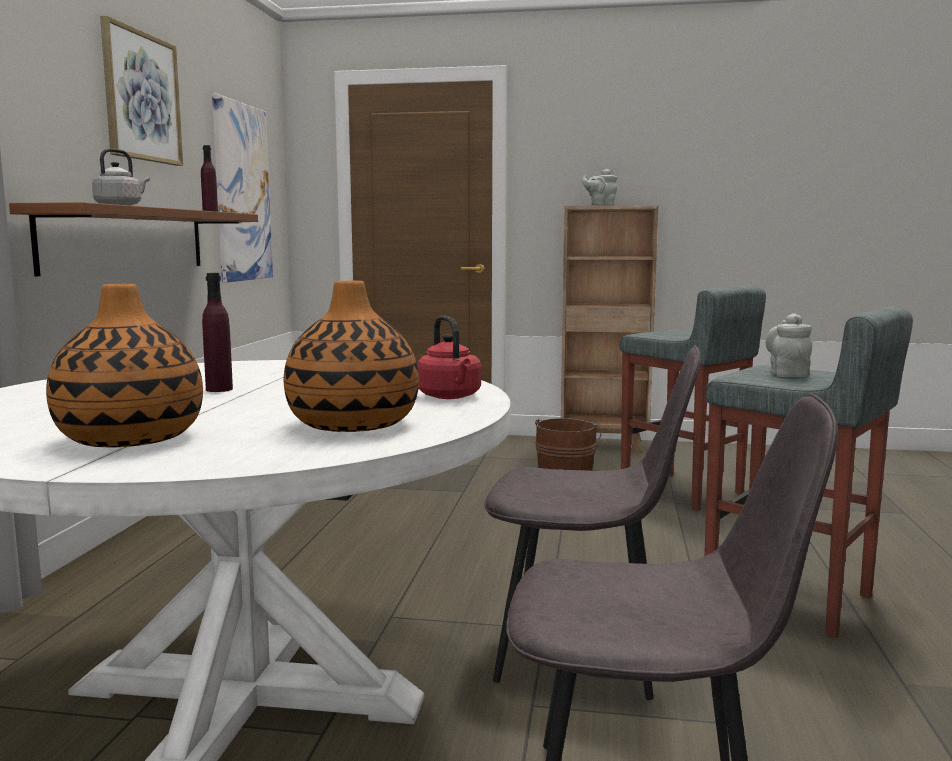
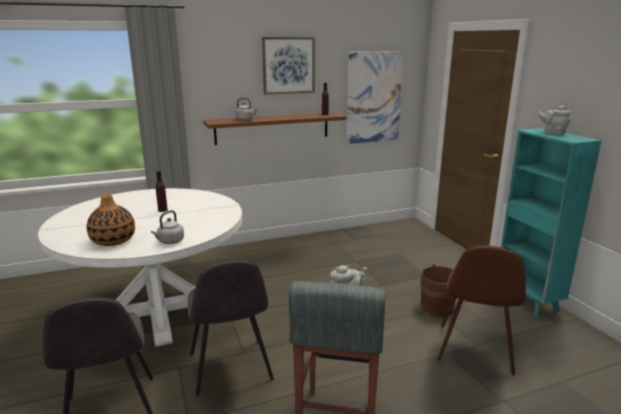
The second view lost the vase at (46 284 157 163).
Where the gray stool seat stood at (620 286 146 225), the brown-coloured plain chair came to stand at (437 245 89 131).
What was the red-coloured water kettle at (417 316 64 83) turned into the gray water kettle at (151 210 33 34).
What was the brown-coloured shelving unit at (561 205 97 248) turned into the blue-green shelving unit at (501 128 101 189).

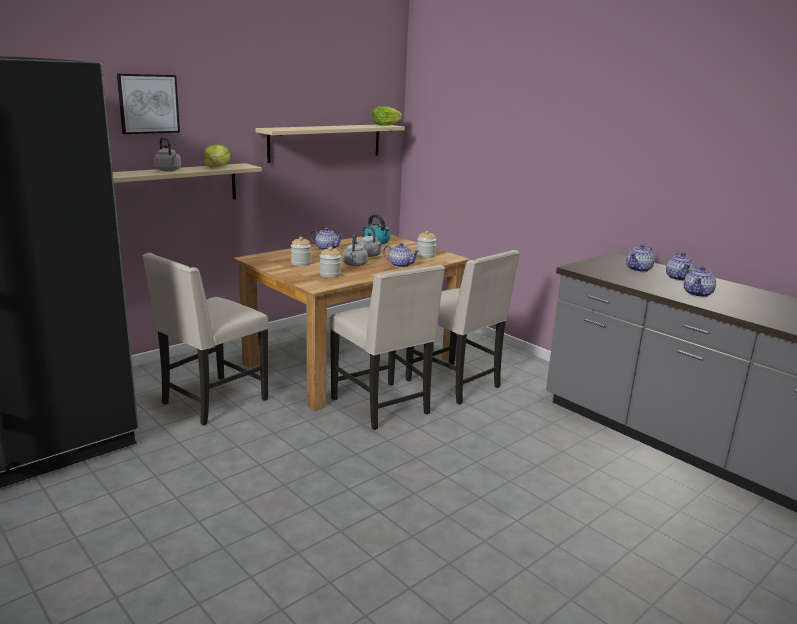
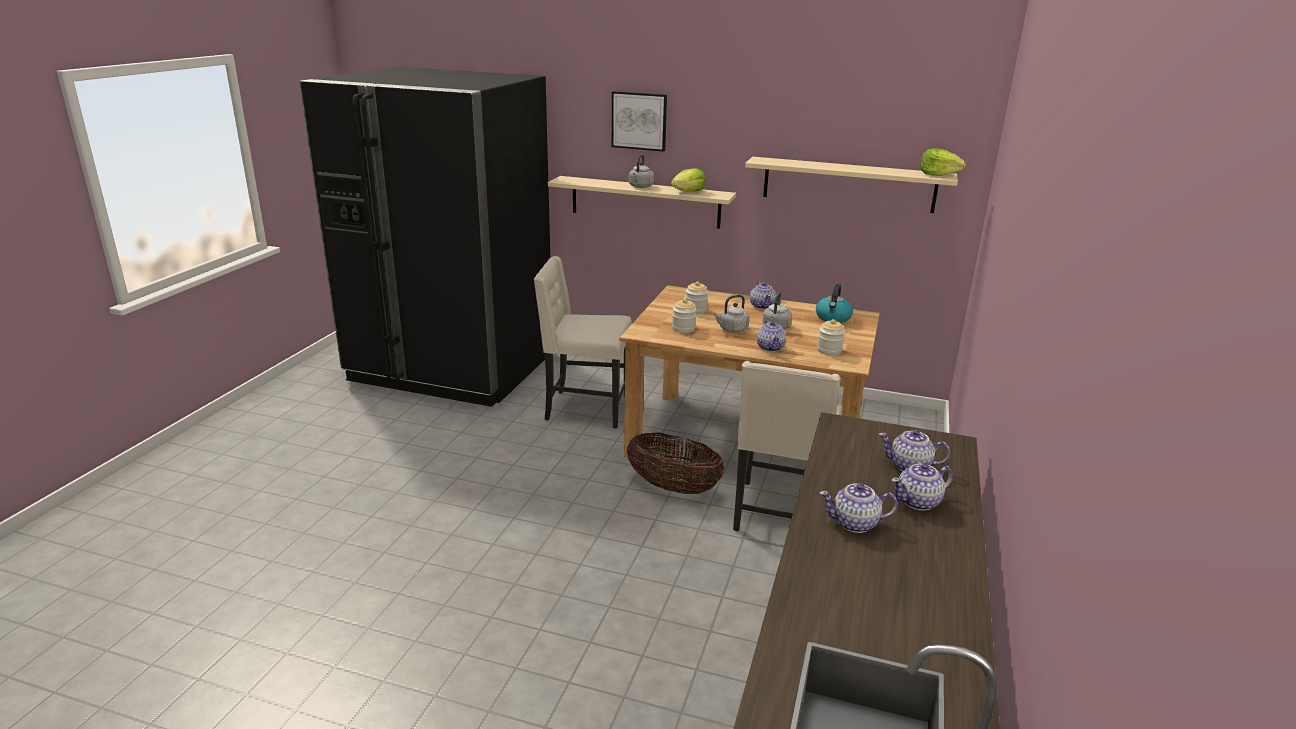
Where the beige plain chair stood at (329 265 116 165), the basket came to stand at (627 433 97 61).

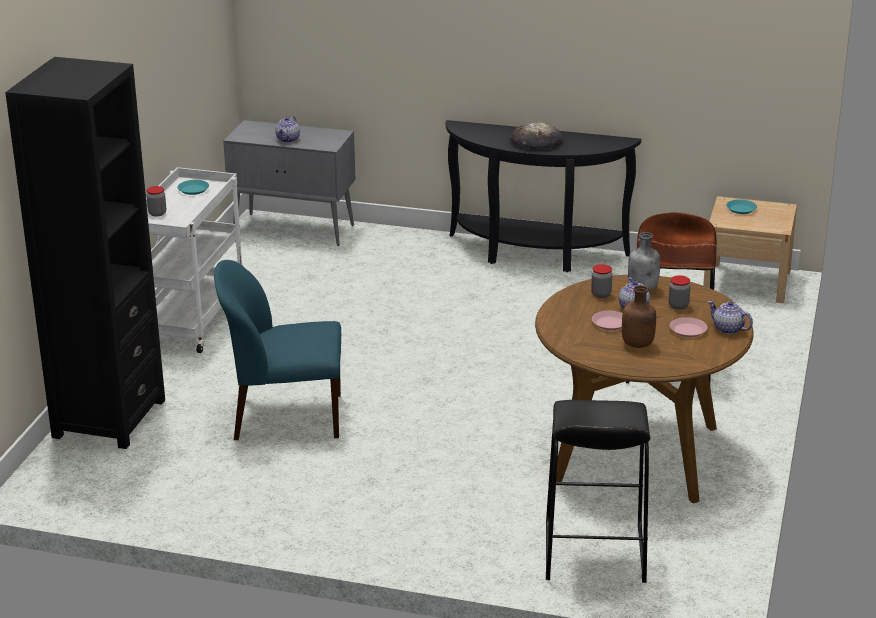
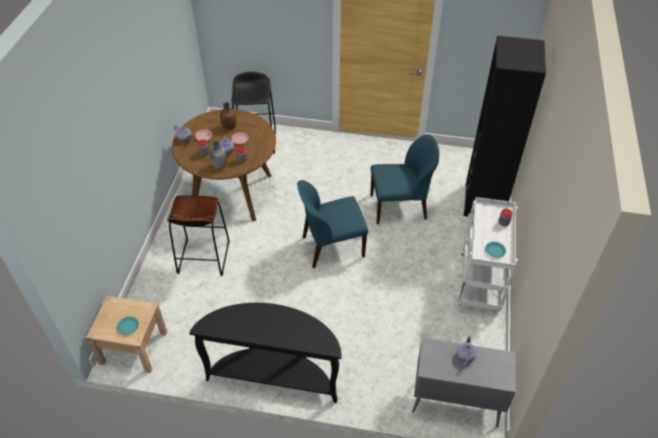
The second view lost the baked bread at (510 122 53 26).
The second view gained the bluish plain chair at (297 180 71 88).

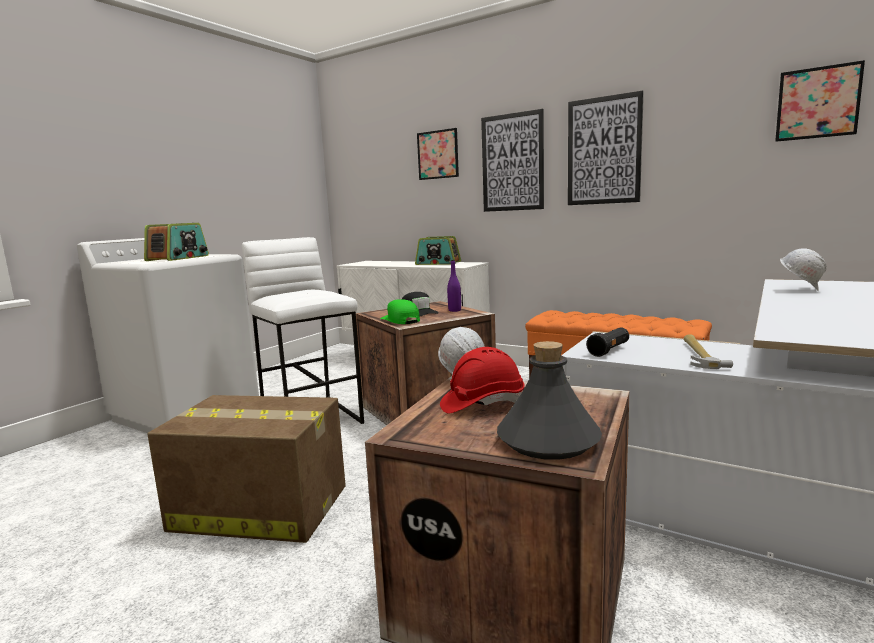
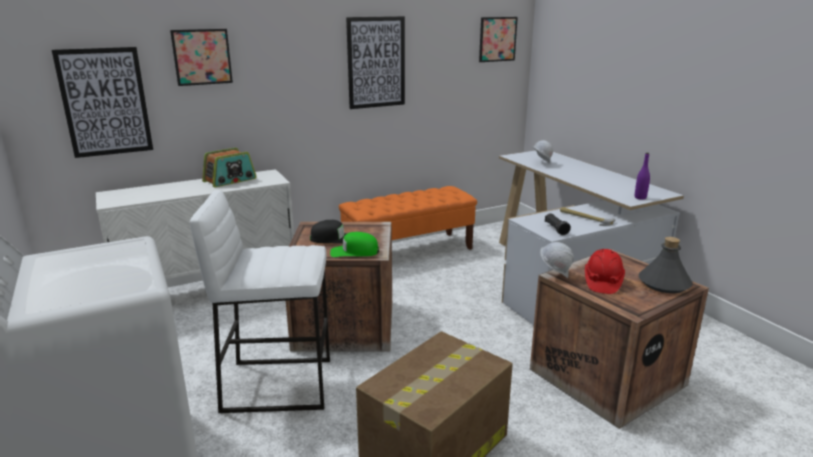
The second view lost the radio receiver at (144 223 65 38).
The purple bottle ended up elsewhere, having gone from (447 260 14 52) to (635 153 15 47).
The wall art ended up elsewhere, having gone from (481 109 63 103) to (52 47 101 111).

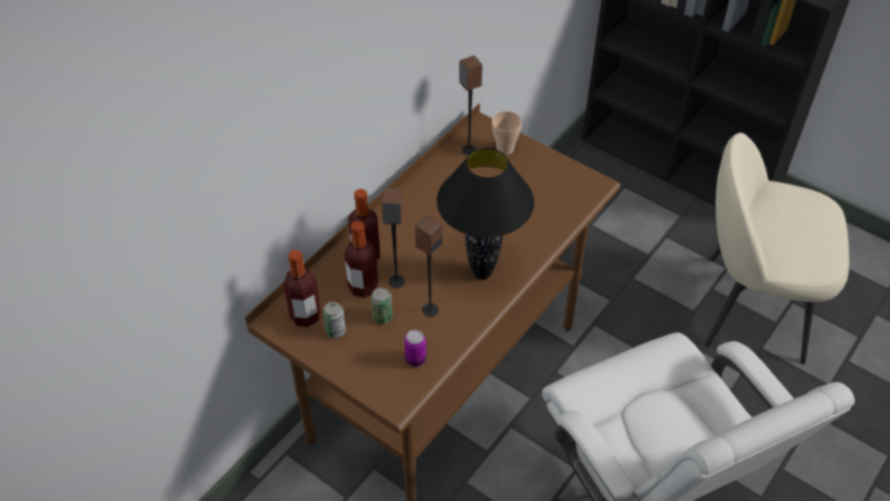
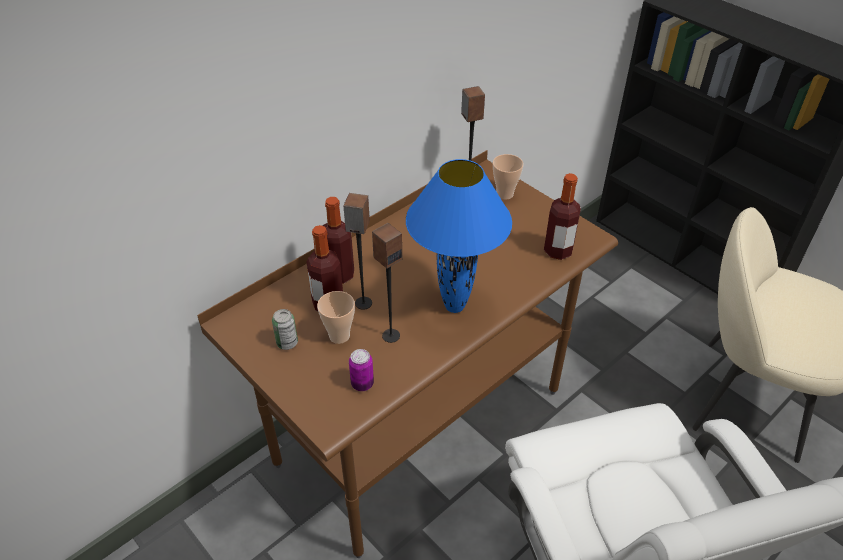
The bottle ended up elsewhere, having gone from (284 250 37 77) to (544 173 37 87).
Where the metal can stood at (371 287 22 37), the small cup came to stand at (317 291 38 53).
What was the black-coloured tabletop lamp at (437 148 97 131) turned into the bluish tabletop lamp at (406 159 106 154).

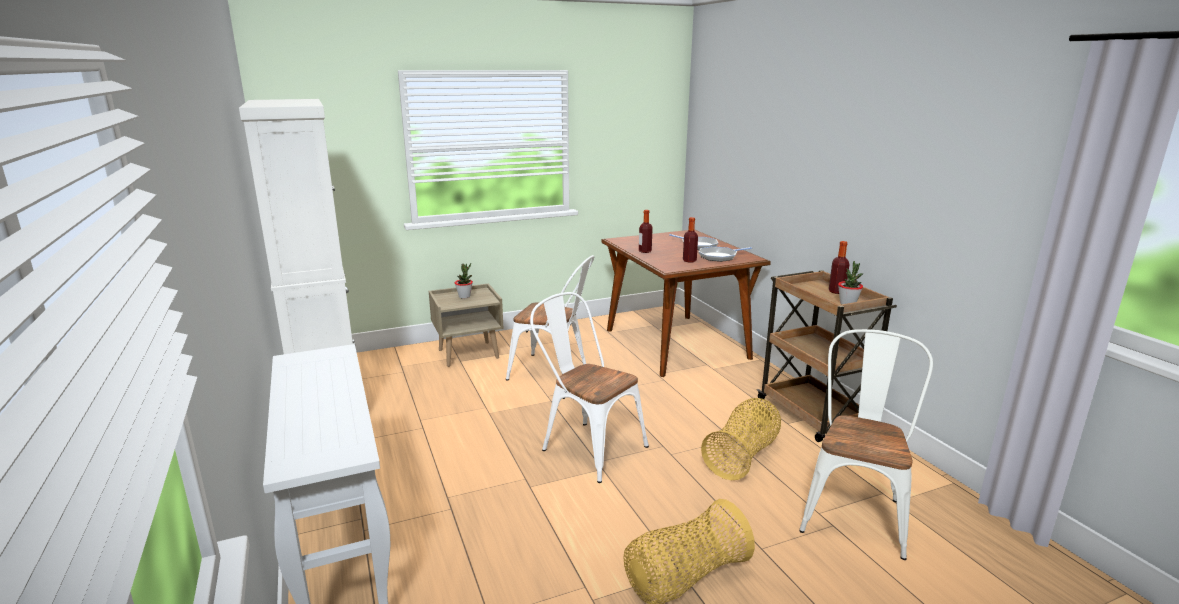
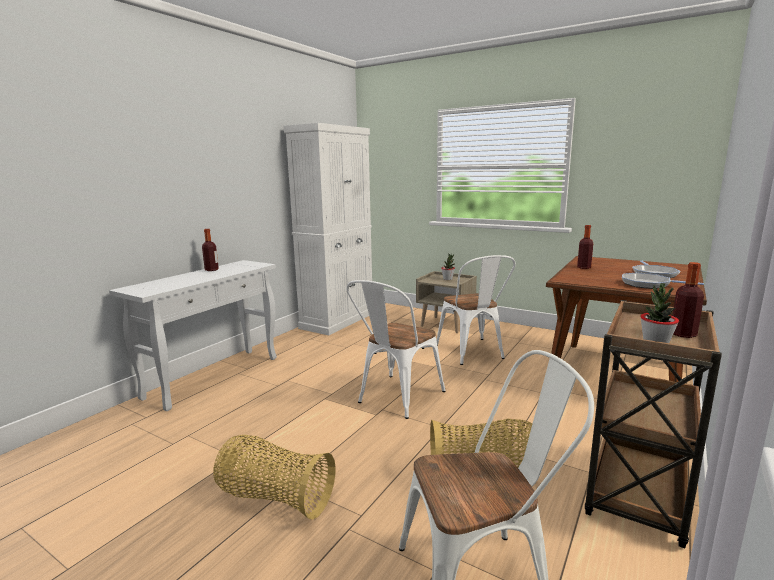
The bottle ended up elsewhere, having gone from (683 217 15 45) to (202 229 17 42).
The whitish plain chair at (530 292 119 191) ended up facing another way, 150 degrees counterclockwise from before.

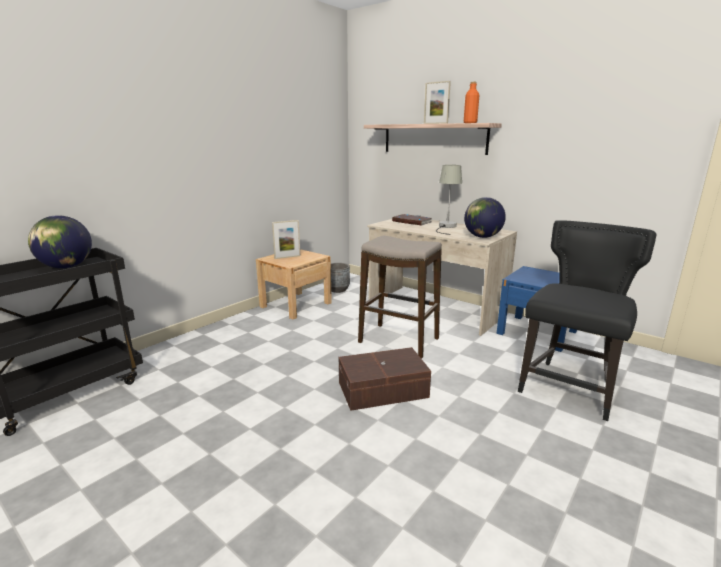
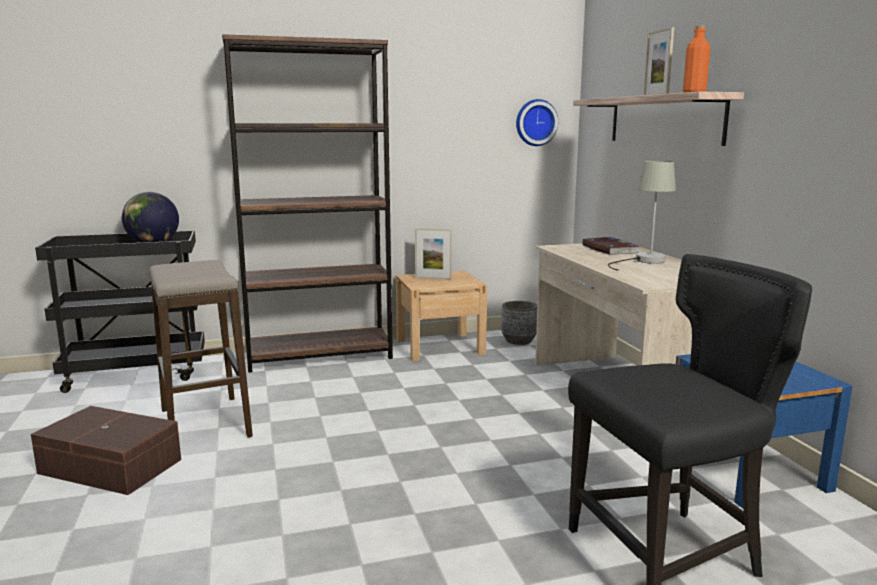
The second view lost the desk globe at (464 197 42 41).
The second view gained the brown-coloured shelving unit at (222 34 171 339).
The second view gained the clock on the wall at (516 99 42 47).
The brown-coloured storage bin ended up elsewhere, having gone from (339 347 92 64) to (31 406 150 89).
The stool seat ended up elsewhere, having gone from (358 236 84 122) to (149 260 104 178).

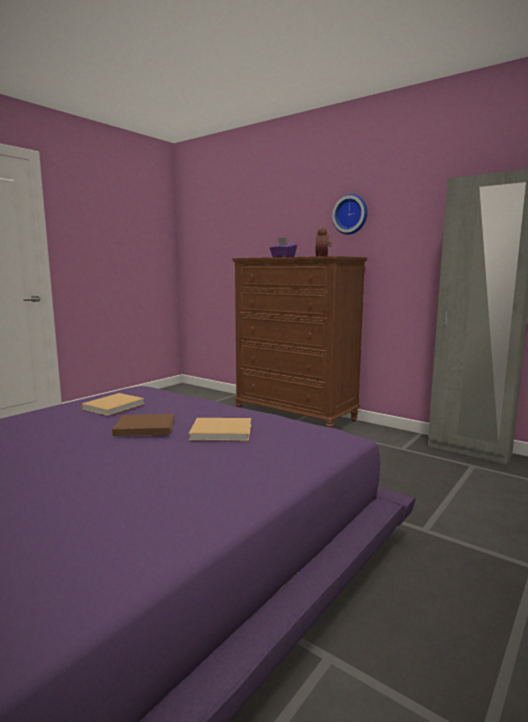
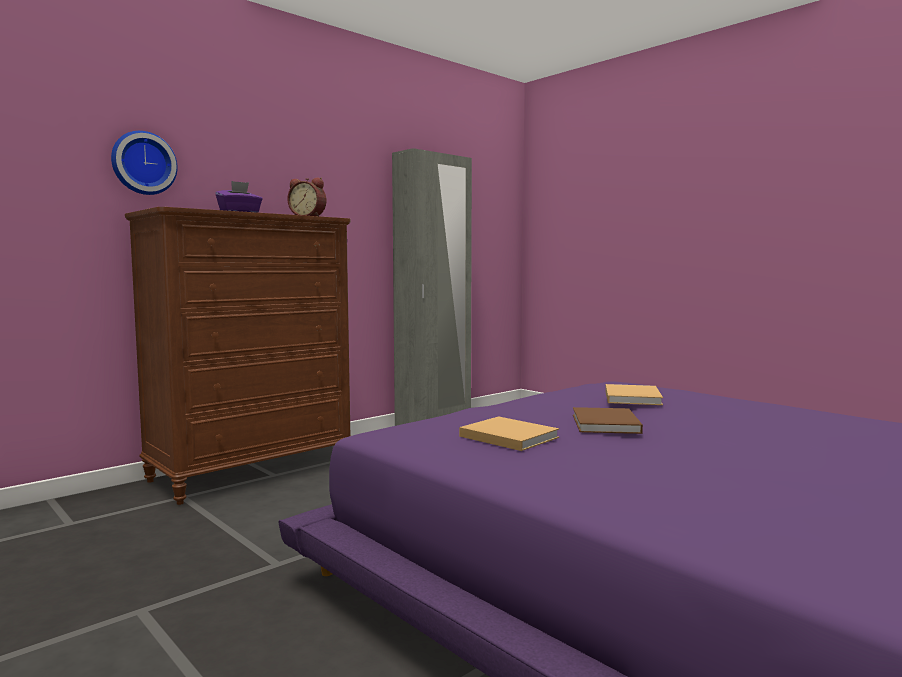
The clock on the wall ended up elsewhere, having gone from (332 194 36 41) to (111 131 67 64).

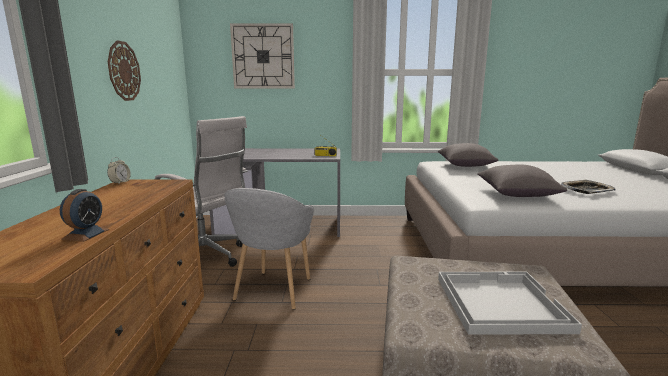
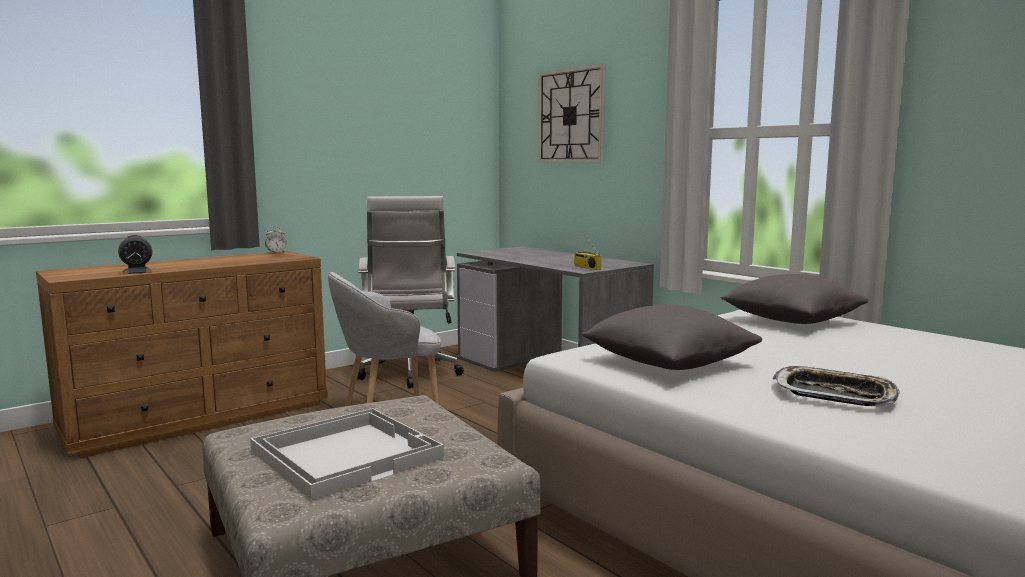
The second view lost the clock on the wall at (108 40 33 61).

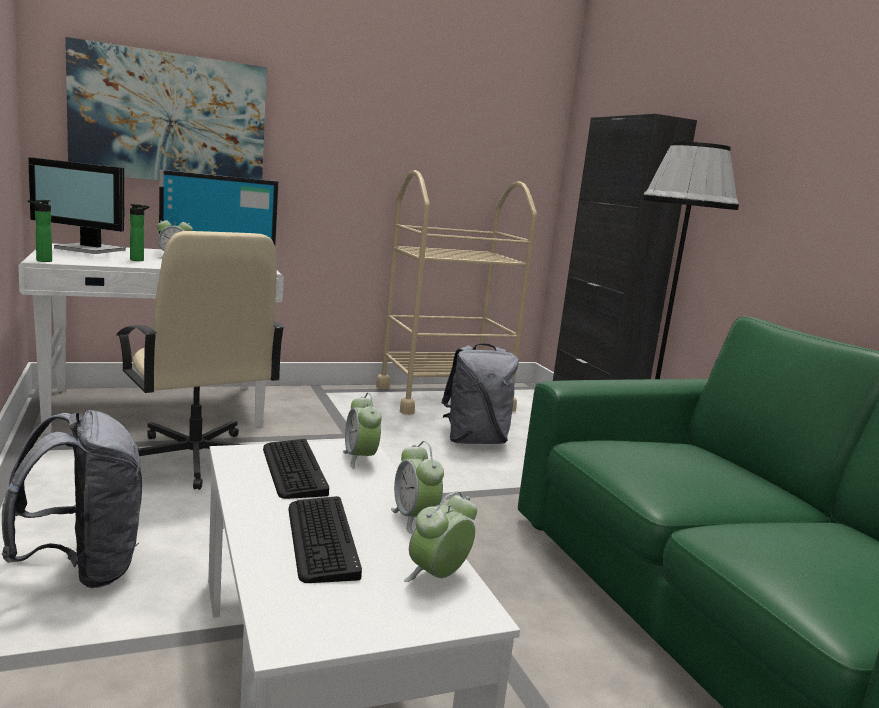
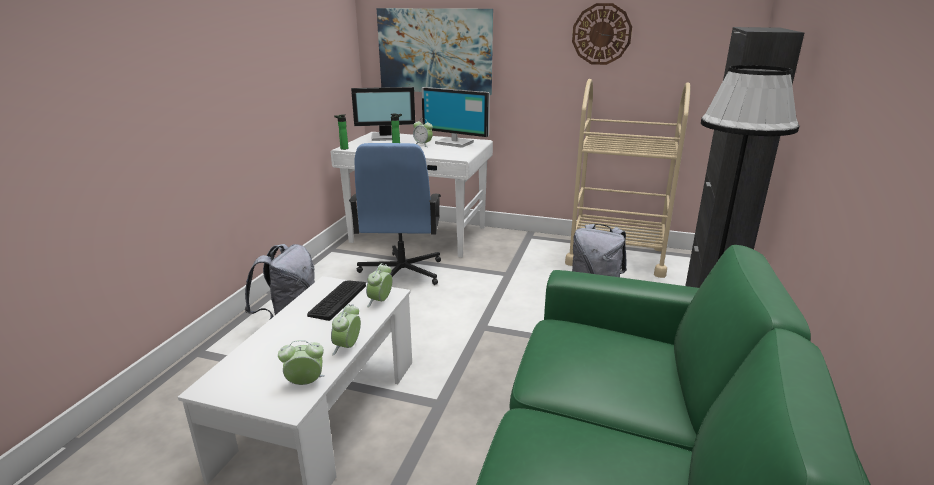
The second view lost the computer keyboard at (288 496 74 87).
The second view gained the clock on the wall at (572 3 60 62).
What was the beige computer chair at (116 231 169 259) turned into the bluish computer chair at (349 143 92 142).
The computer screen at (28 157 98 97) ended up facing another way, 60 degrees counterclockwise from before.

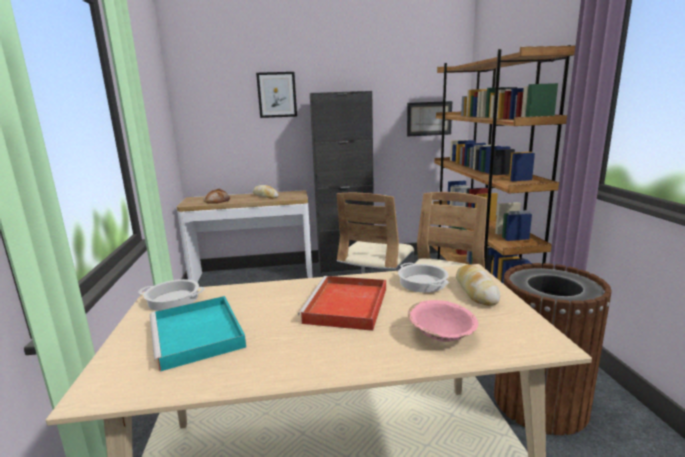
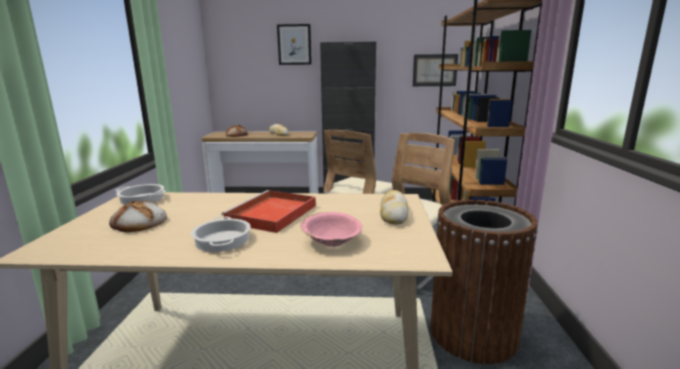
The saucepot ended up elsewhere, having gone from (398 263 51 30) to (191 216 60 36).
Where the blue-green carrying tray stood at (150 296 96 76), the baked bread came to stand at (109 201 58 31).

